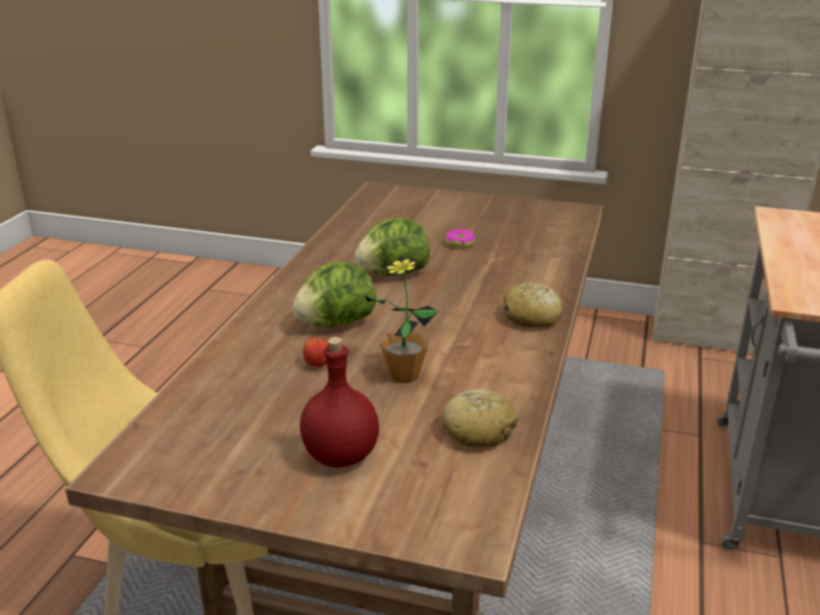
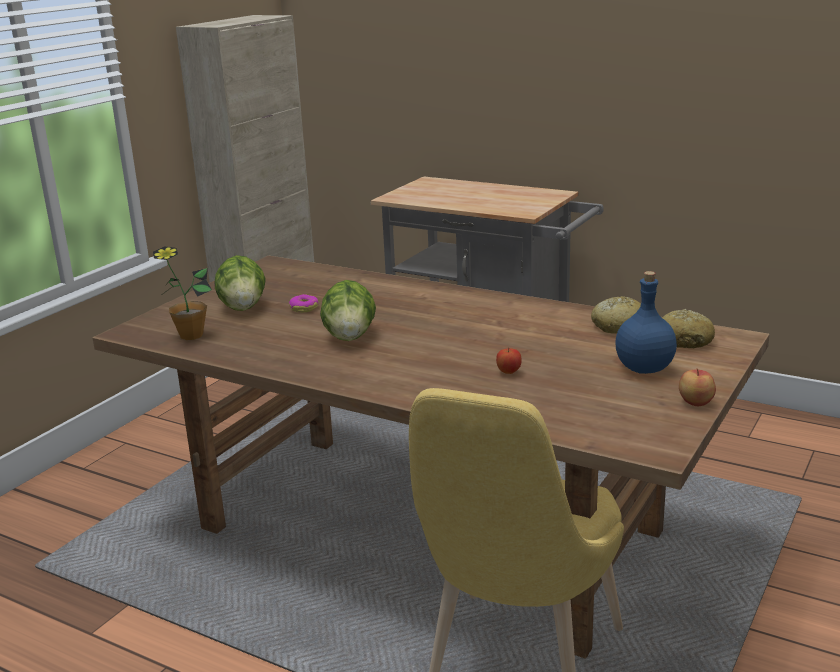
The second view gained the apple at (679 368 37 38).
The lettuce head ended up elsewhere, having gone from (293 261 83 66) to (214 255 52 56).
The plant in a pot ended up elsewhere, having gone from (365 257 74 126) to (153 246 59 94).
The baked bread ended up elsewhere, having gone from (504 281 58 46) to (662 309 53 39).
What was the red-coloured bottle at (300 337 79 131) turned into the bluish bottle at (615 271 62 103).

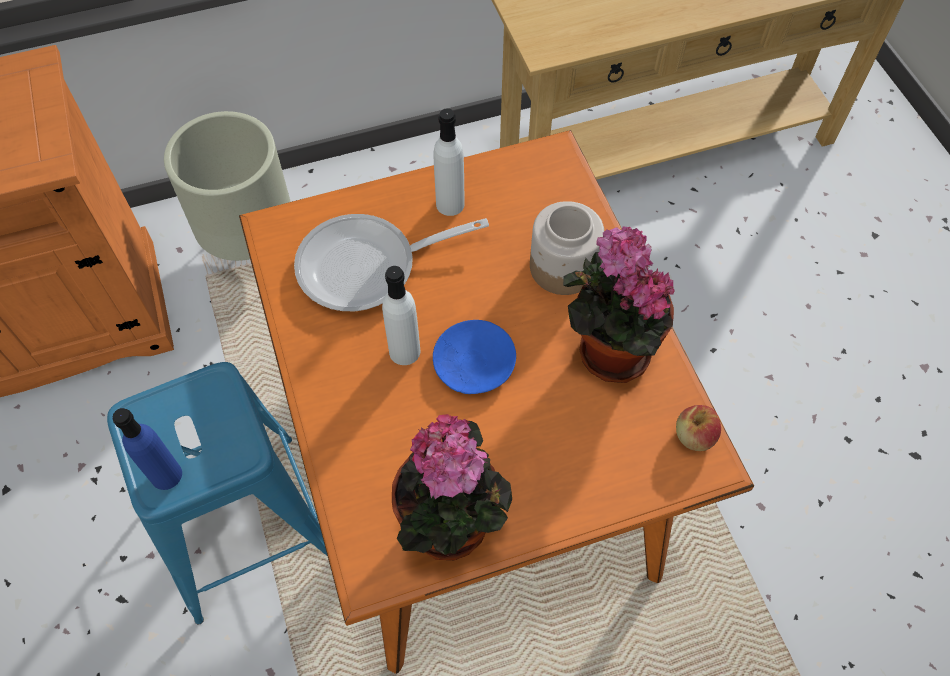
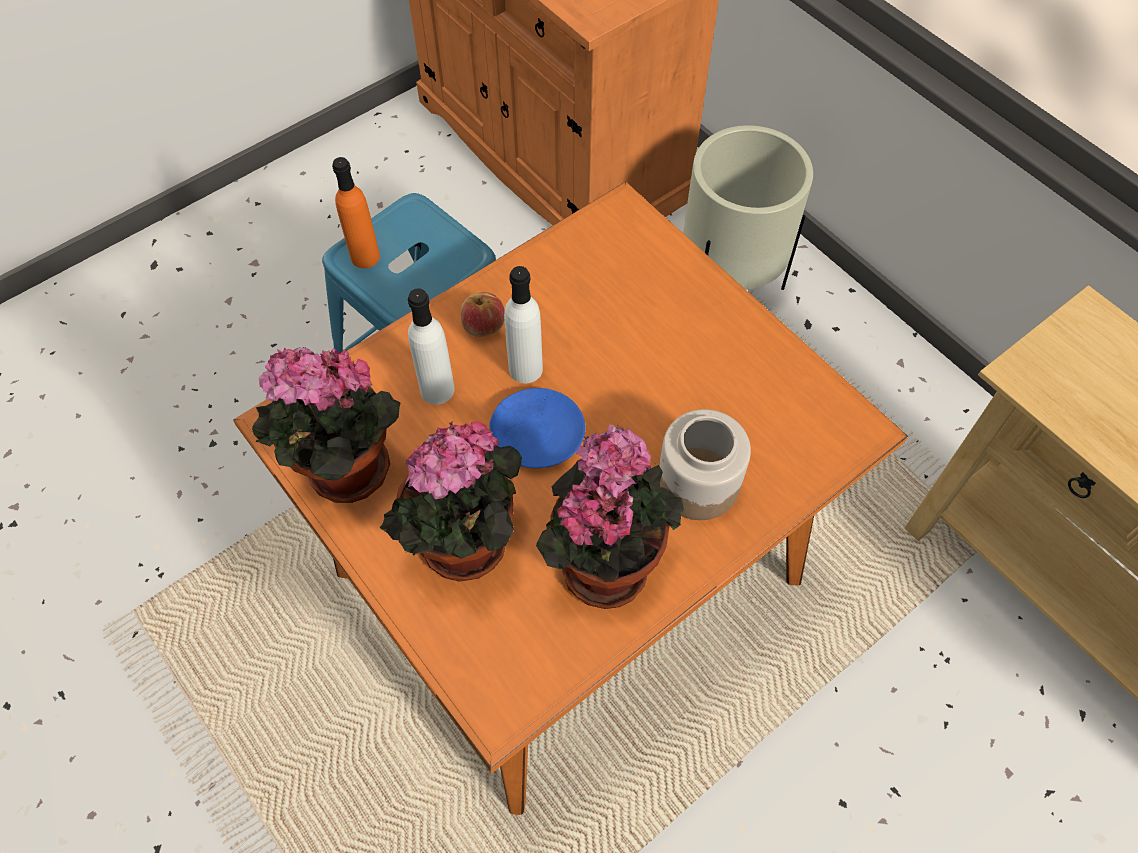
The second view lost the pan at (294 214 195 97).
The second view gained the plant in a pot at (380 421 142 161).
The whitish bottle ended up elsewhere, having gone from (433 108 32 108) to (408 289 46 116).
The apple ended up elsewhere, having gone from (676 405 45 46) to (460 292 45 45).
What was the bluish bottle at (113 408 69 82) turned into the orange-coloured bottle at (332 157 48 111).

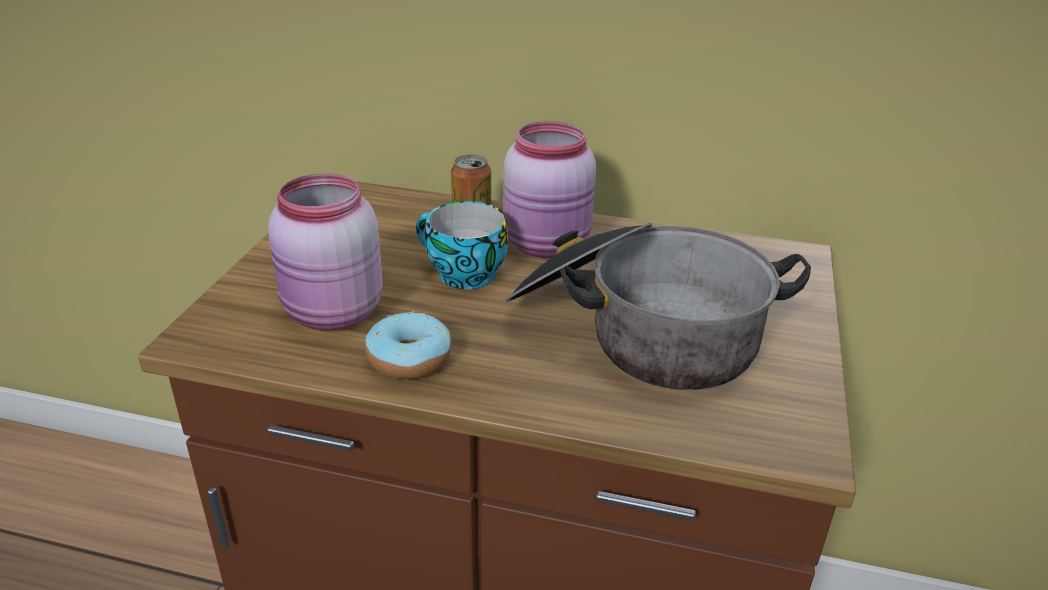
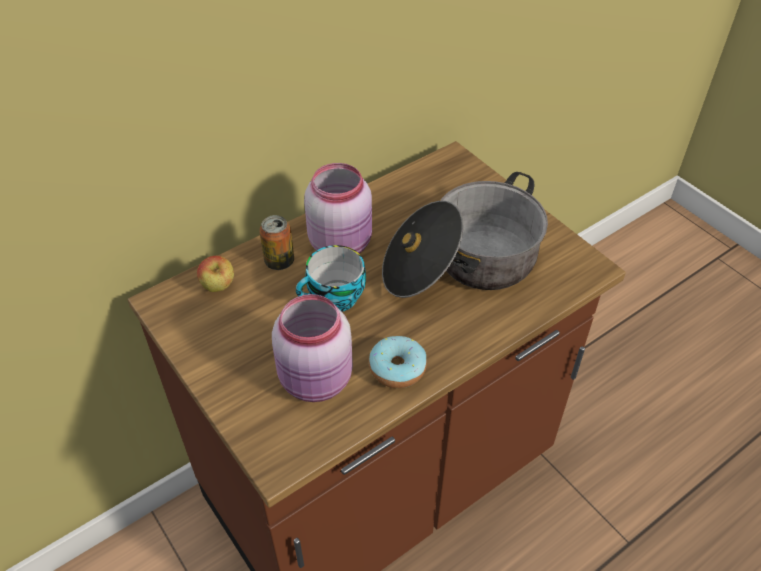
The second view gained the apple at (197 256 37 36).

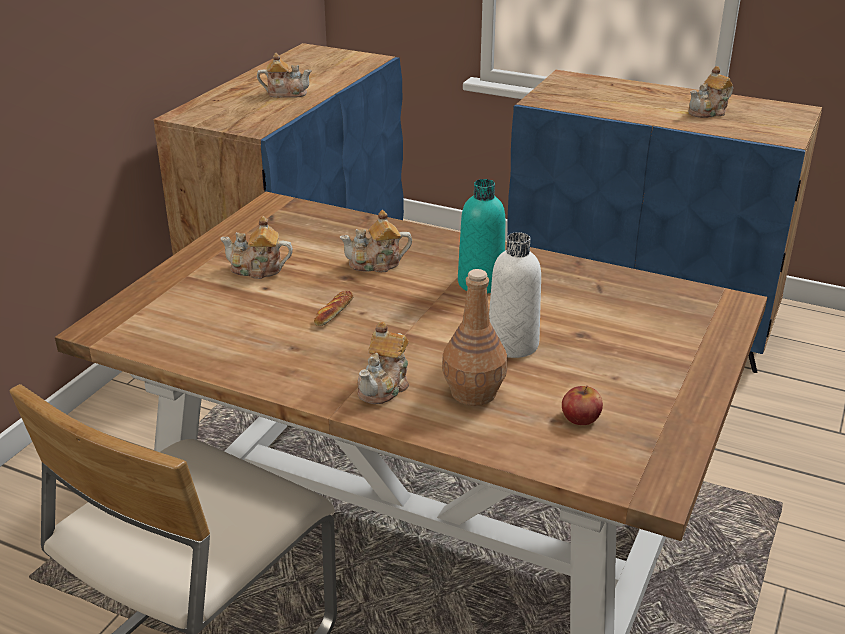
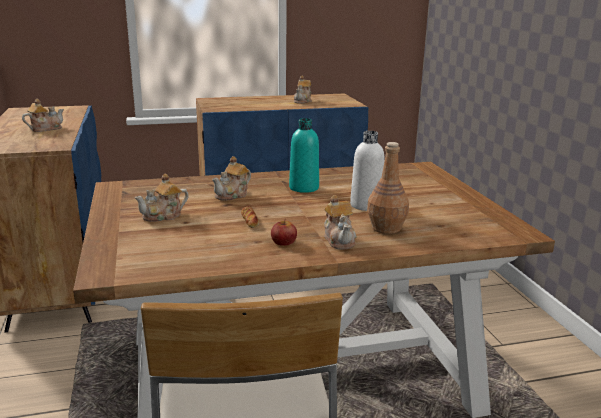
The apple ended up elsewhere, having gone from (562 385 41 40) to (271 221 26 25).

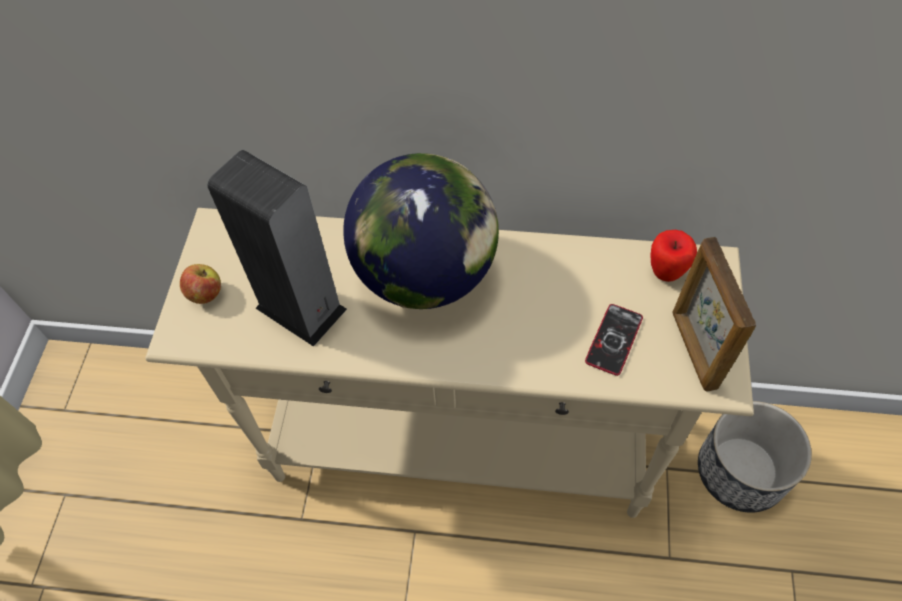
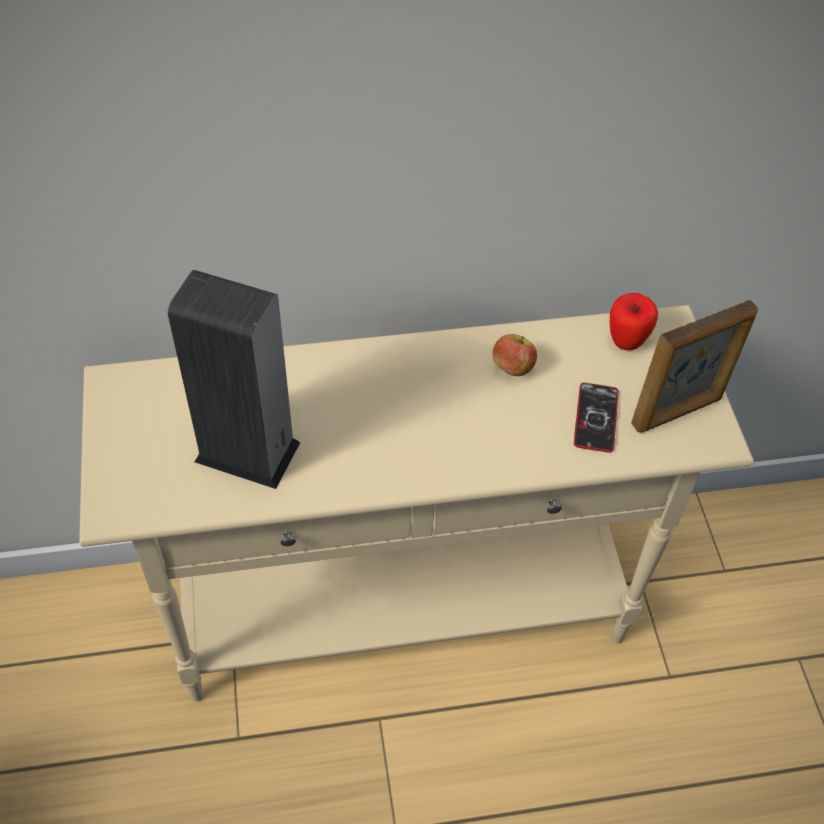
The second view lost the desk globe at (343 153 156 156).
The second view lost the flower pot at (698 401 114 112).
The apple ended up elsewhere, having gone from (180 264 41 40) to (492 334 45 42).
The photo frame at (672 237 84 155) ended up facing another way, 90 degrees counterclockwise from before.

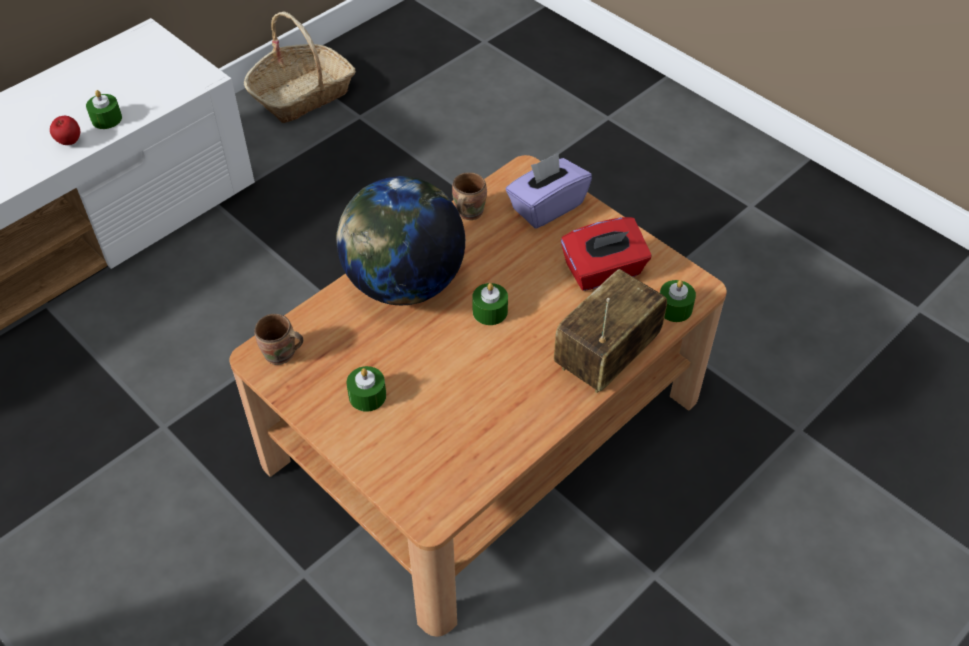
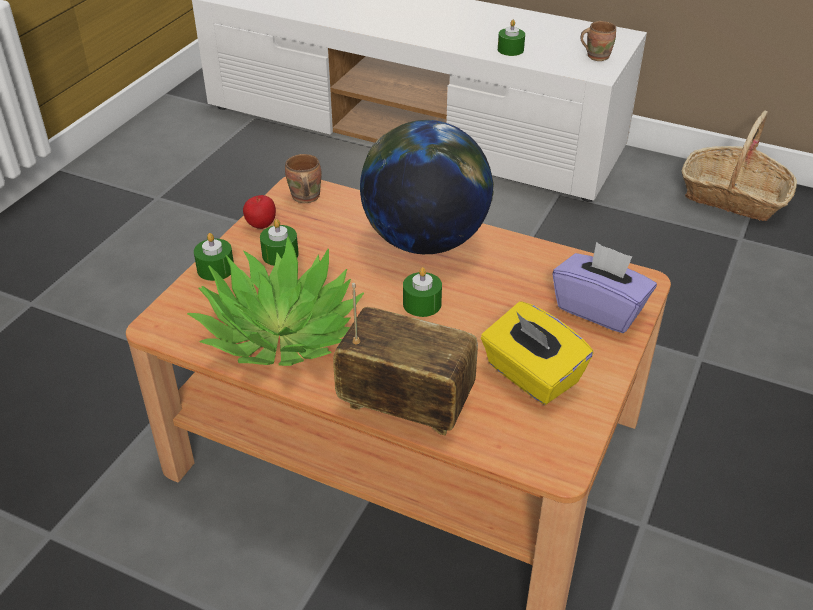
The second view gained the plant in a pot at (187 237 177 129).
The apple ended up elsewhere, having gone from (50 116 30 29) to (243 195 33 34).
The brown-coloured tea mug ended up elsewhere, having gone from (452 172 35 48) to (580 21 36 40).
The green-coloured candle ended up elsewhere, having gone from (660 280 36 42) to (194 233 40 48).
What was the red-coloured tissue holder at (561 217 90 74) turned into the yellow-coloured tissue holder at (481 301 112 104).

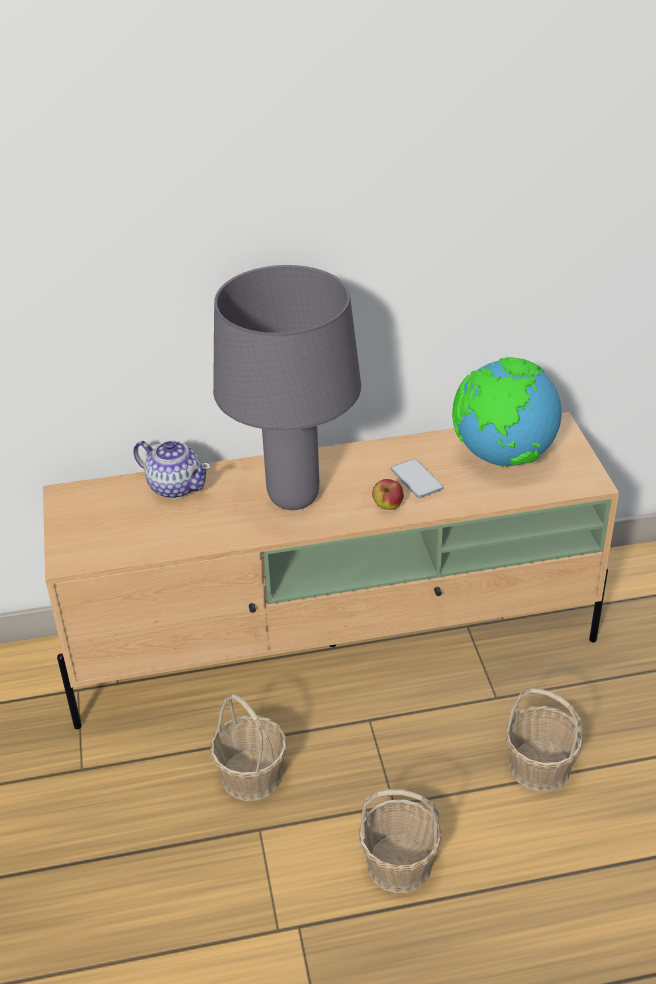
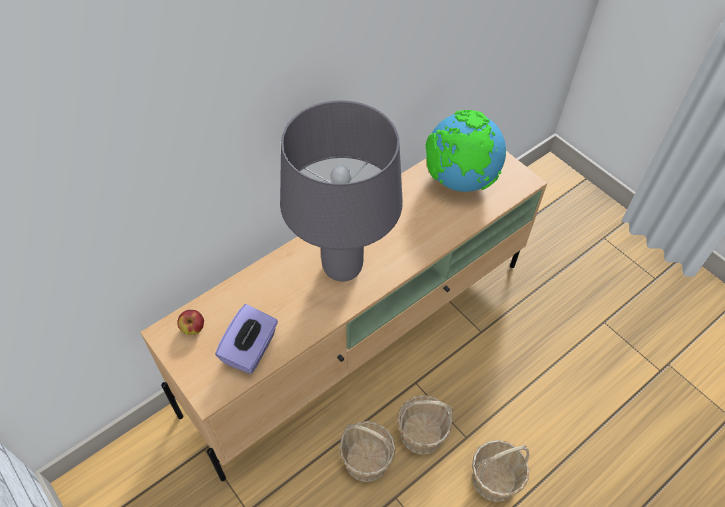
The second view lost the teapot at (133 441 78 58).
The second view lost the phone at (391 459 53 39).
The second view gained the purple tissue holder at (215 304 63 70).
The apple ended up elsewhere, having gone from (372 479 32 31) to (177 310 27 25).
The basket ended up elsewhere, having gone from (505 688 78 104) to (397 395 56 60).

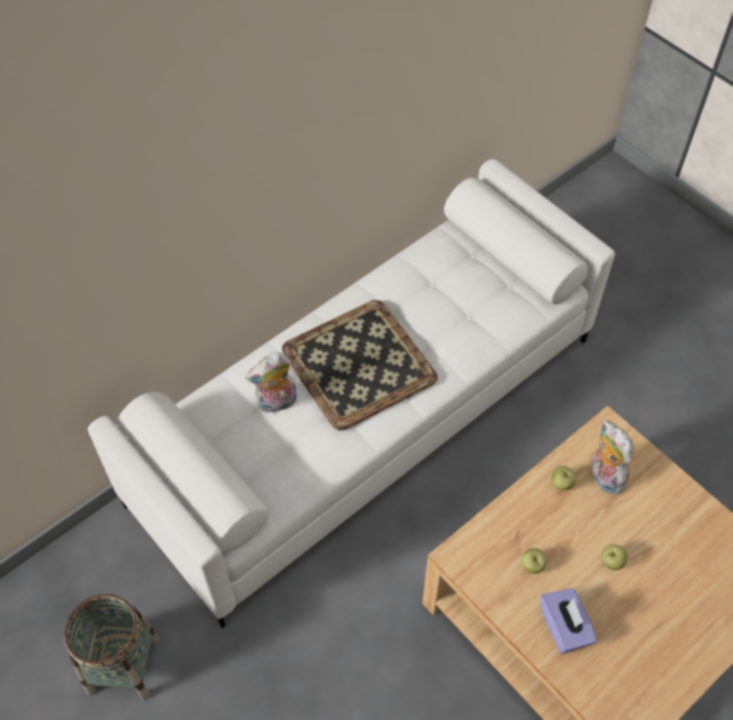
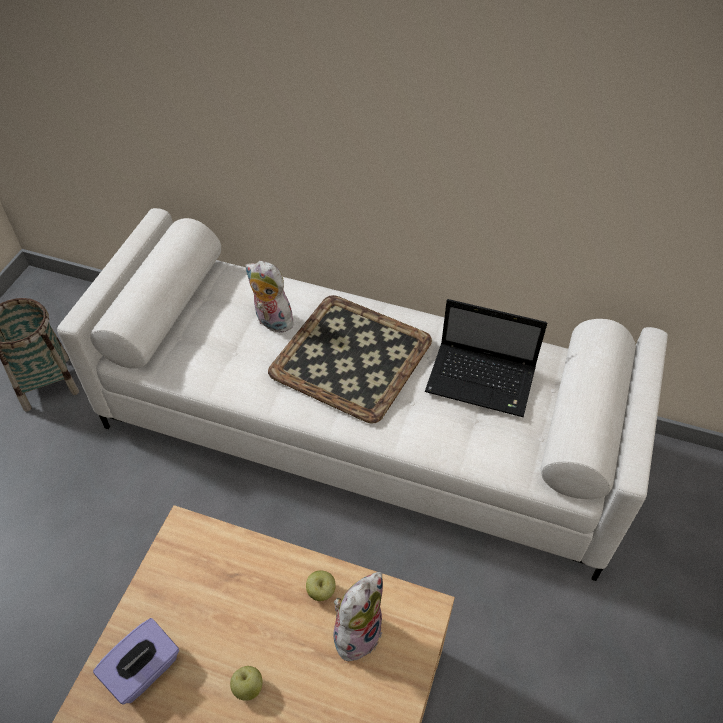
The second view lost the apple at (521 548 26 26).
The second view gained the notebook computer at (425 299 122 118).

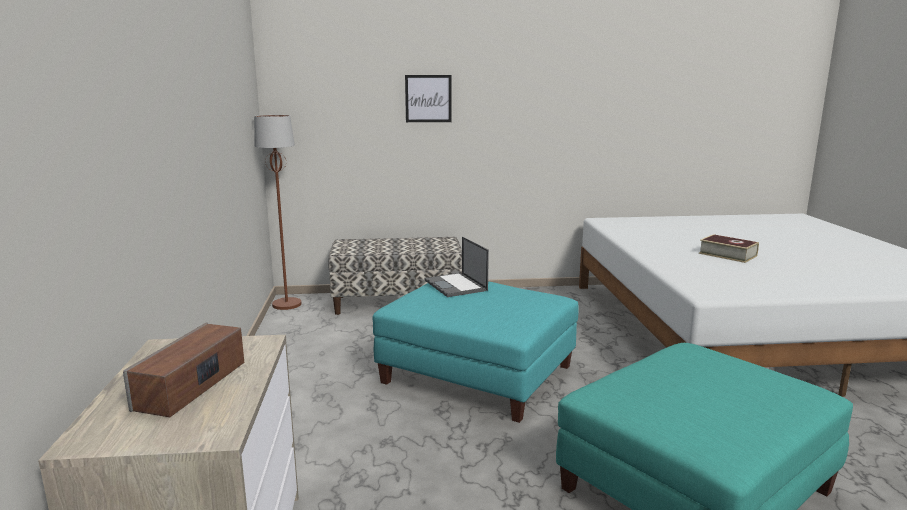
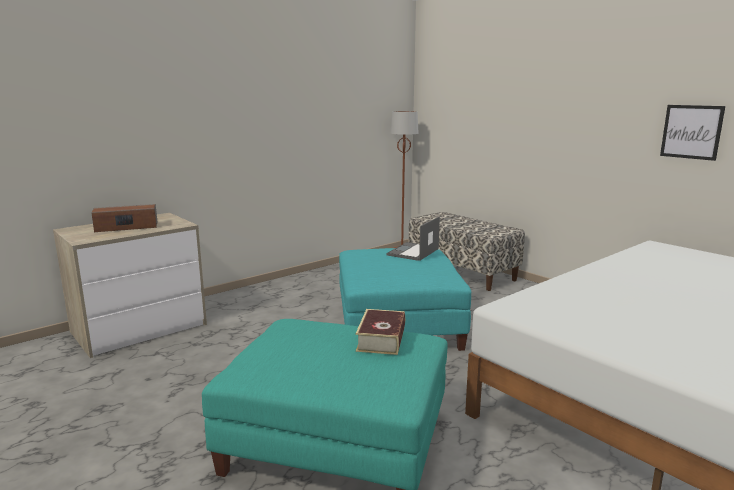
The wall art ended up elsewhere, having gone from (405 75 46 47) to (660 105 65 56).
The book ended up elsewhere, having gone from (699 234 60 29) to (356 309 49 46).

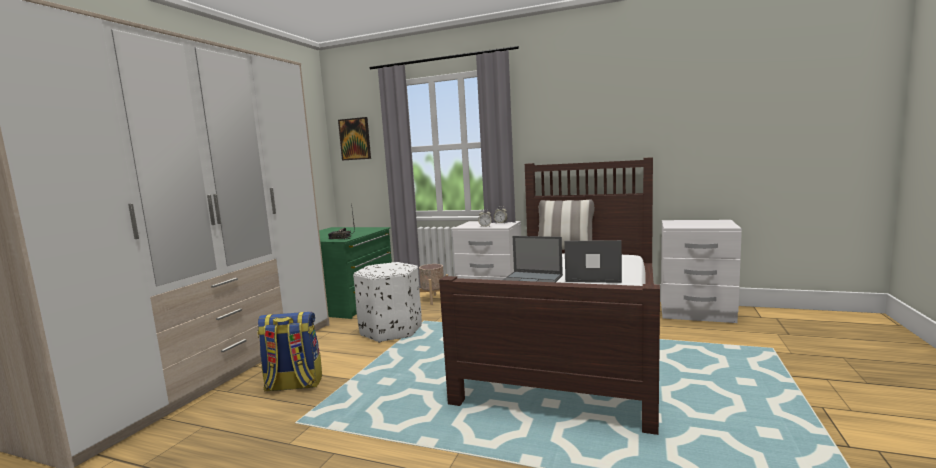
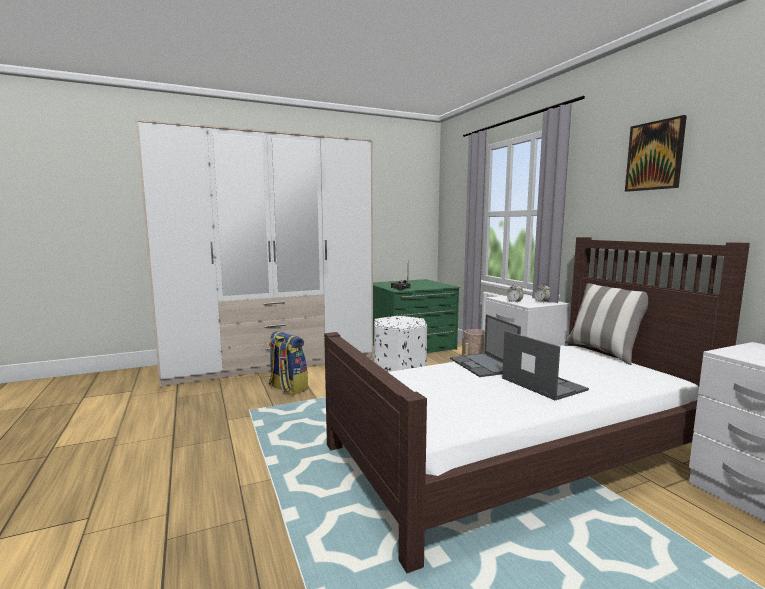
The wall art ended up elsewhere, having gone from (338 117 33 43) to (625 115 62 77).

